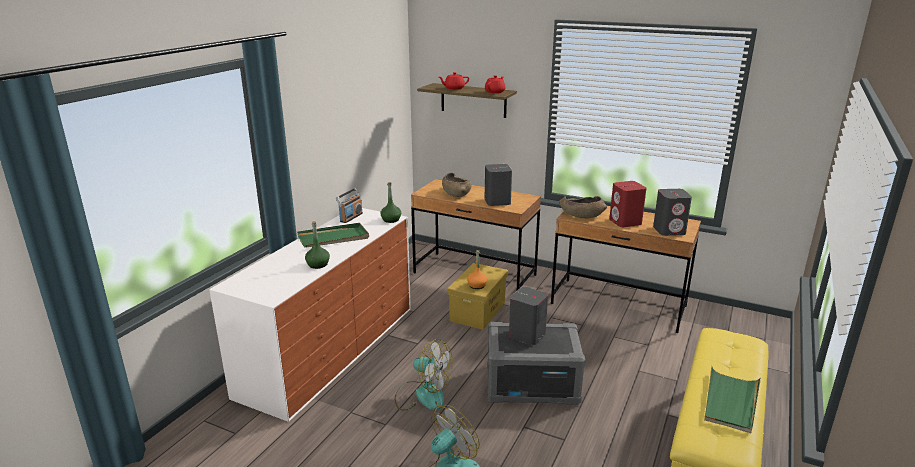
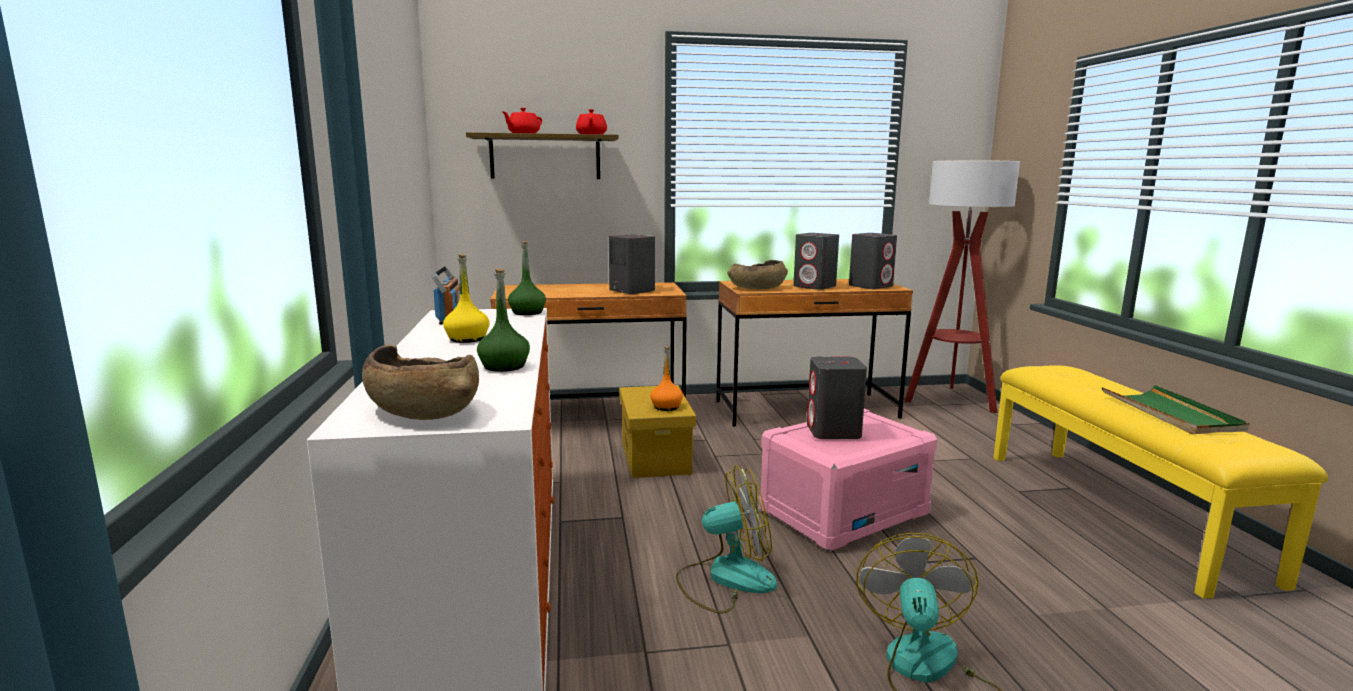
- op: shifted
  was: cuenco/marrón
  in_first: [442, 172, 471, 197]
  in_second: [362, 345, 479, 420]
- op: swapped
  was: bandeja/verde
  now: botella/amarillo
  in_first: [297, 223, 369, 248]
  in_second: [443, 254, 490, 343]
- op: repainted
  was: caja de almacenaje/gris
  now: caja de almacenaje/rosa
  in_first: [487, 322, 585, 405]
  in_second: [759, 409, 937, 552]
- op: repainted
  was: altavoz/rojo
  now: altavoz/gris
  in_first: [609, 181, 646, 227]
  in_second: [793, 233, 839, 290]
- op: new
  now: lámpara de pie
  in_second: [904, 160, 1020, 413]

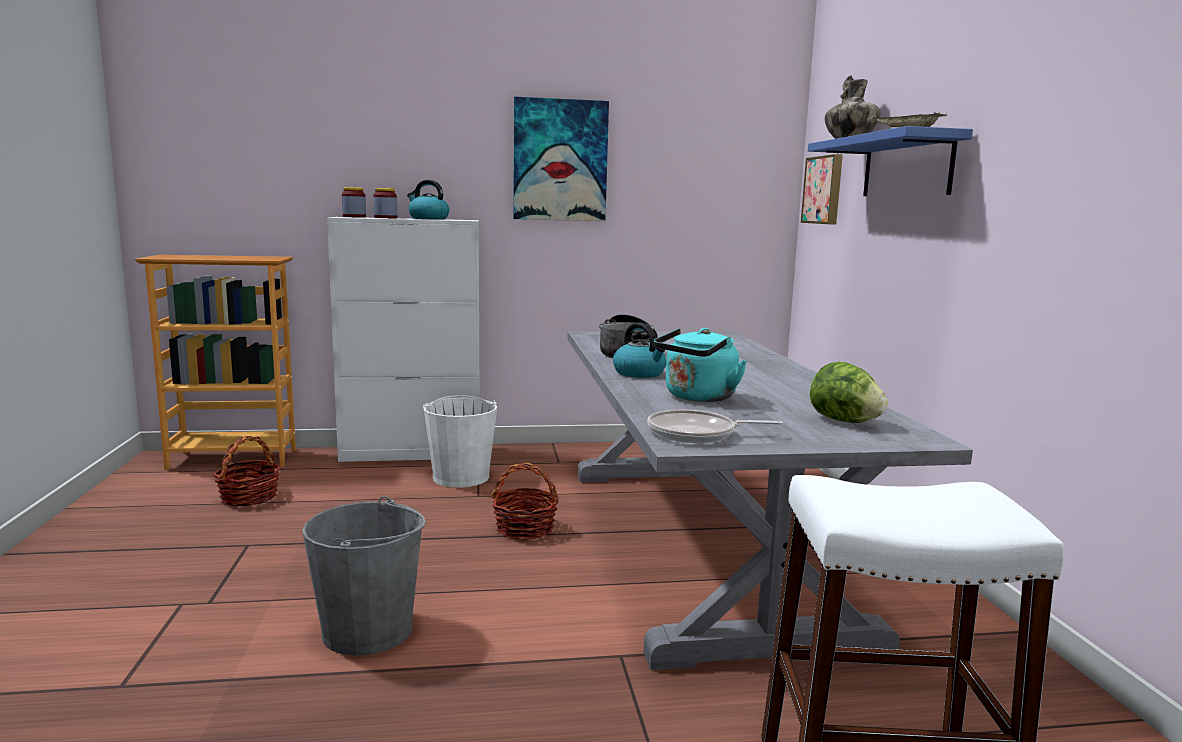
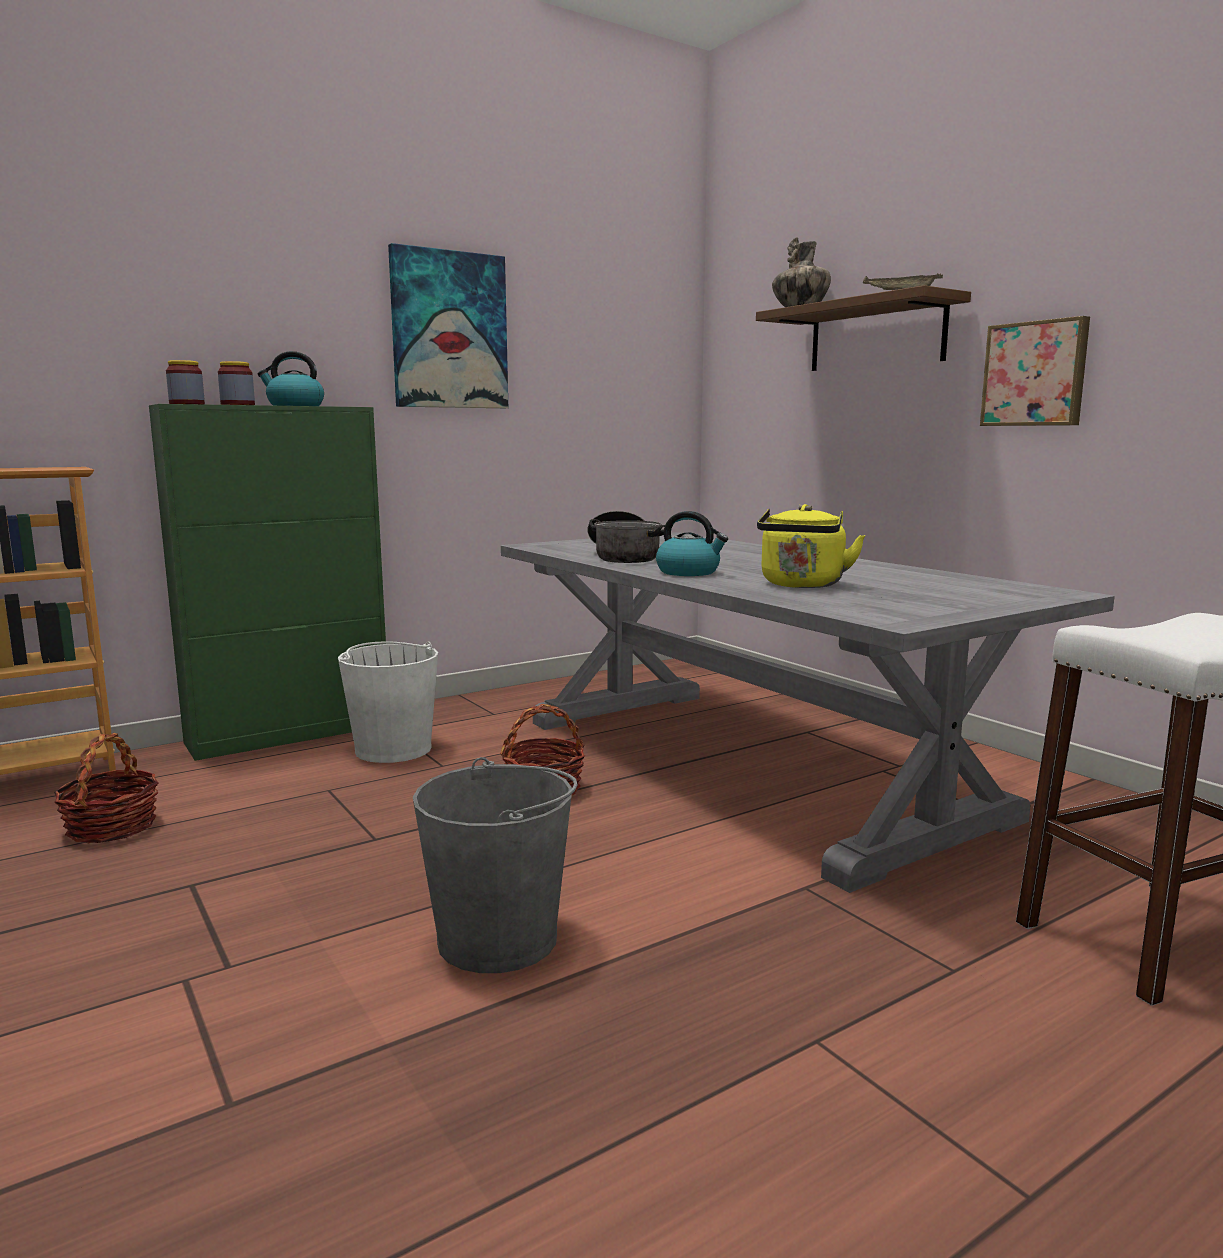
- op: repainted
  was: armario/blanco
  now: armario/verde
  in_first: [327, 217, 480, 462]
  in_second: [149, 404, 386, 761]
- op: repainted
  was: estante/azul
  now: estante/marrón
  in_first: [808, 126, 973, 196]
  in_second: [756, 285, 971, 371]
- op: repainted
  was: hervidor/turquesa
  now: hervidor/amarillo
  in_first: [654, 328, 747, 402]
  in_second: [757, 504, 865, 588]
- op: shifted
  was: cuadro
  in_first: [801, 154, 843, 225]
  in_second: [980, 316, 1090, 426]
- op: gone
  was: sartén
  in_first: [647, 409, 783, 443]
- op: gone
  was: lechuga
  in_first: [810, 362, 888, 423]

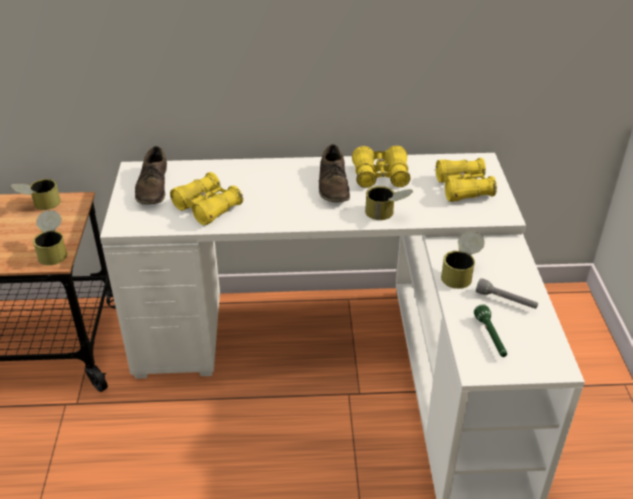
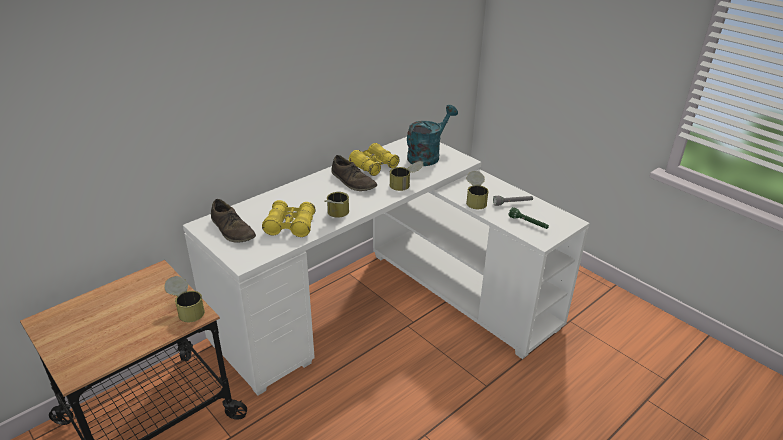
- op: shifted
  was: lata
  in_first: [11, 179, 61, 210]
  in_second: [324, 192, 349, 218]
- op: swapped
  was: prismáticos/amarillo
  now: regadera/turquesa
  in_first: [436, 158, 497, 202]
  in_second: [407, 105, 458, 166]

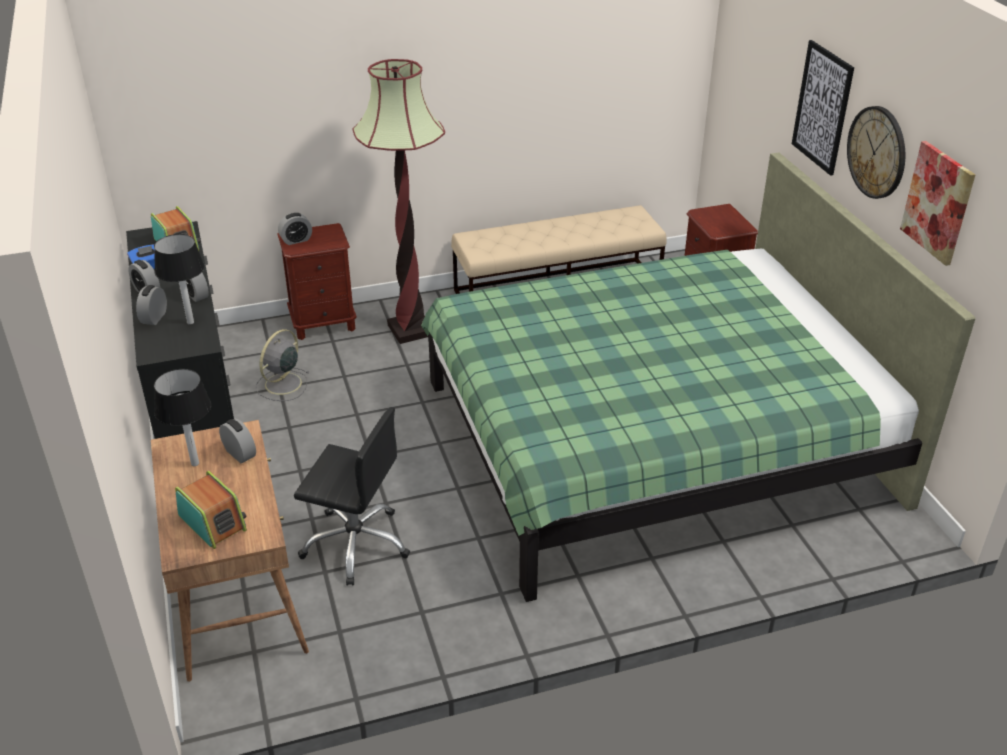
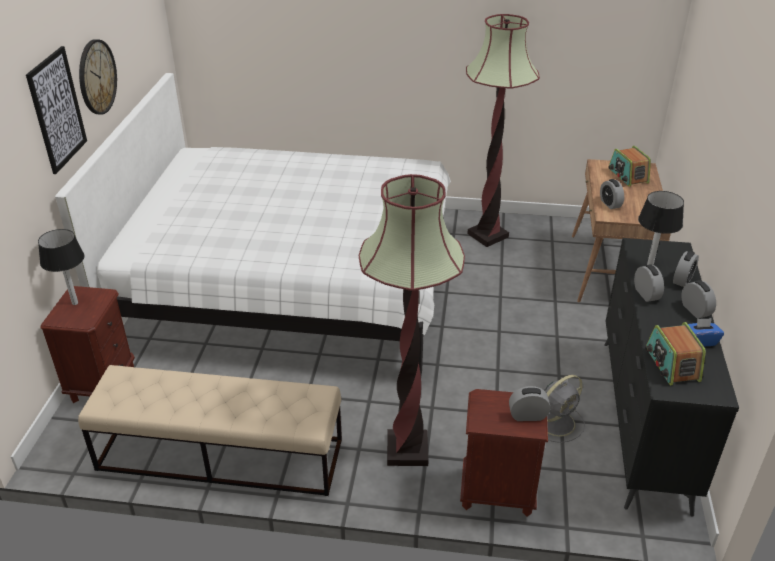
- op: shifted
  was: lámpara de mesa
  in_first: [154, 369, 211, 466]
  in_second: [38, 229, 85, 305]
- op: repainted
  was: cama/verde
  now: cama/blanco
  in_first: [421, 153, 975, 602]
  in_second: [55, 73, 451, 375]
- op: new
  now: lámpara de pie
  in_second: [466, 14, 540, 247]
- op: gone
  was: silla de oficina/negro
  in_first: [294, 407, 410, 586]
- op: gone
  was: cuadro
  in_first: [900, 141, 976, 266]

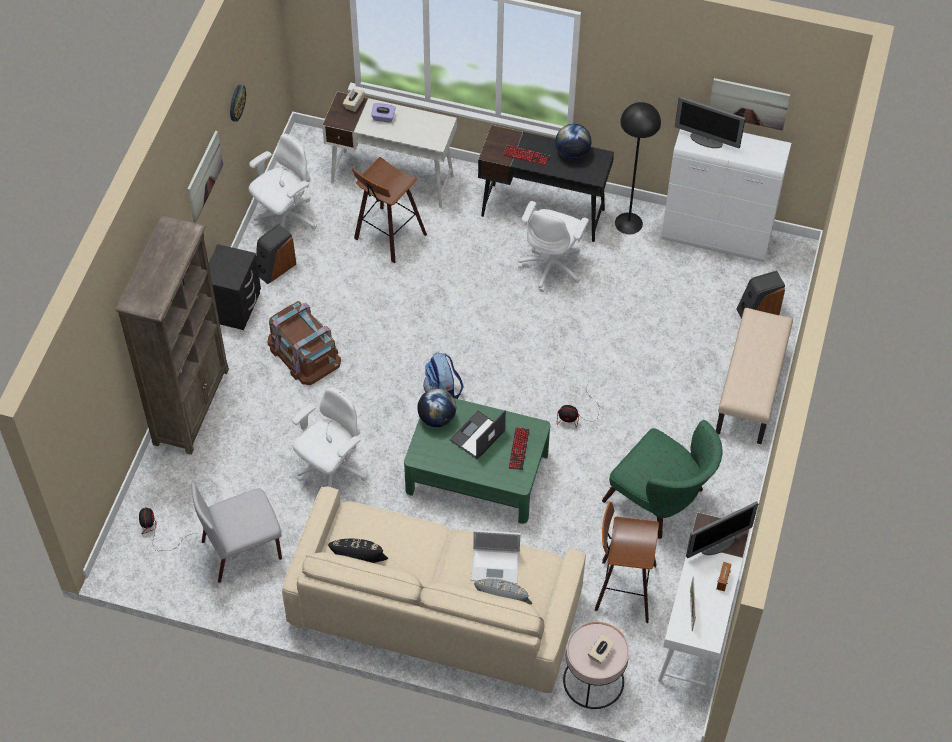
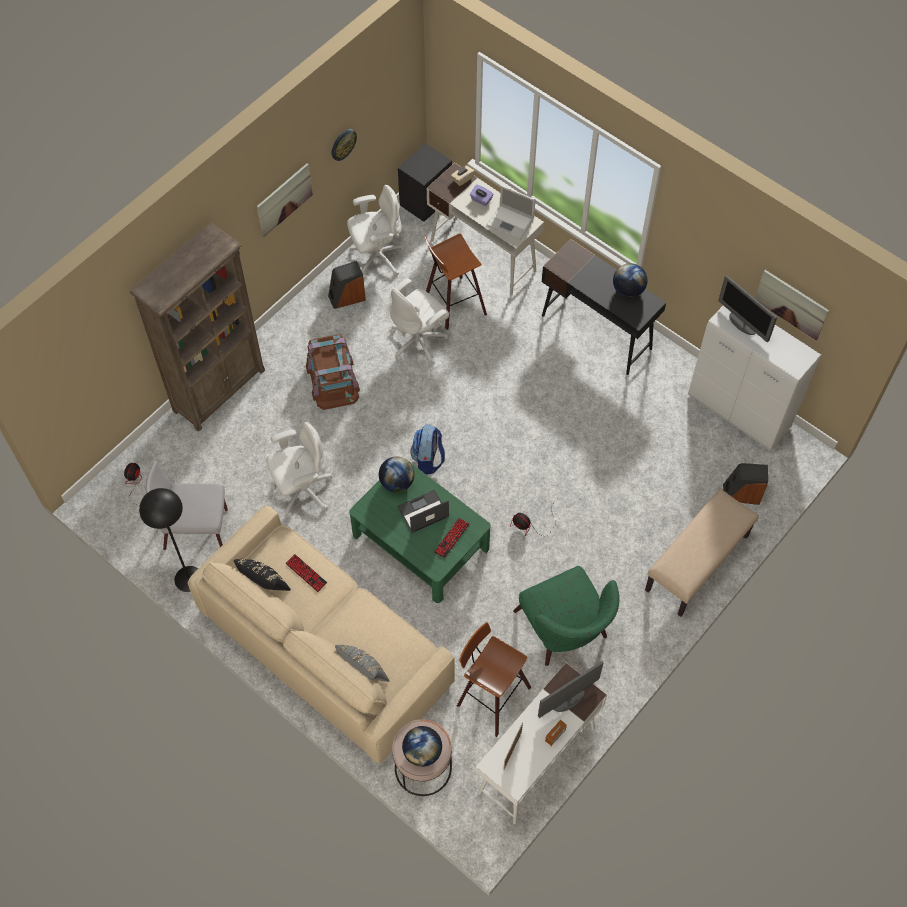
- op: shifted
  was: lámpara de pie/negro
  in_first: [615, 102, 661, 234]
  in_second: [139, 488, 198, 592]
- op: shifted
  was: teclado
  in_first: [503, 145, 550, 166]
  in_second: [285, 554, 327, 592]
- op: shifted
  was: silla de oficina/blanco
  in_first: [518, 201, 589, 292]
  in_second: [390, 278, 449, 364]
- op: shifted
  was: mesita de noche/negro
  in_first: [209, 244, 261, 330]
  in_second: [398, 143, 452, 222]
- op: swapped
  was: caja de pañuelos/beis
  now: globo terráqueo
  in_first: [588, 634, 615, 664]
  in_second: [402, 726, 442, 767]
- op: shifted
  was: portátil
  in_first: [471, 530, 521, 584]
  in_second: [487, 185, 536, 240]
- op: rotated
  was: monitor
  in_first: [686, 501, 759, 558]
  in_second: [538, 661, 604, 718]
  clockwise: 150

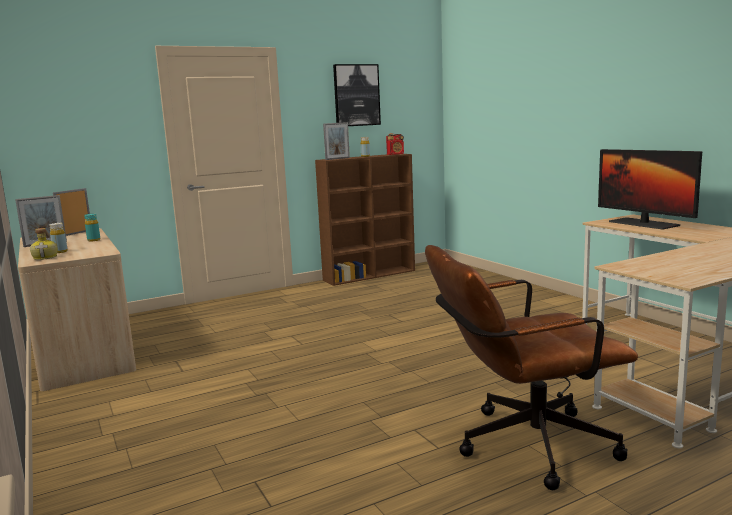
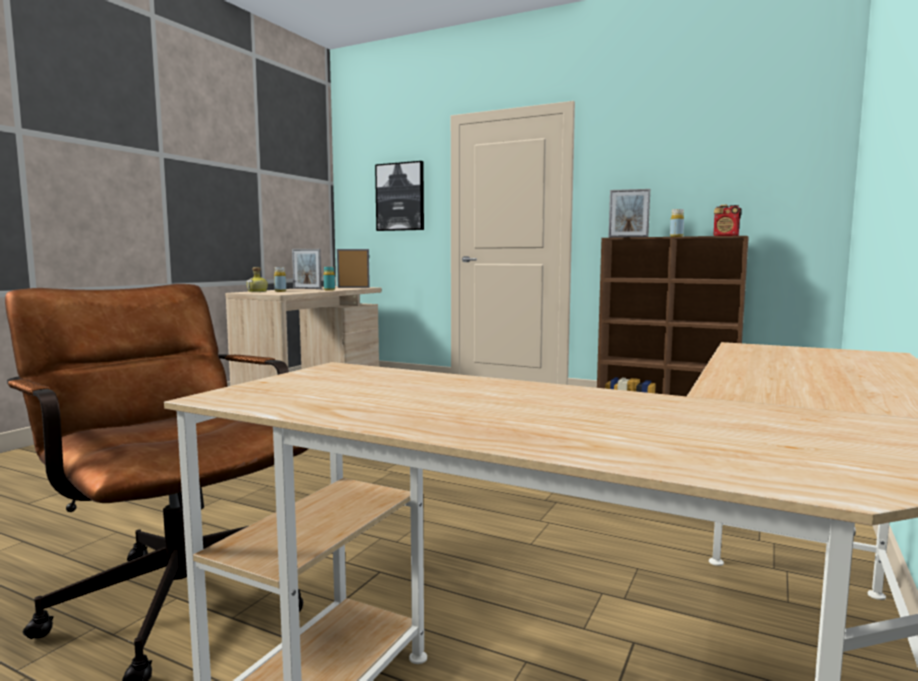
- op: shifted
  was: cuadro
  in_first: [333, 64, 381, 126]
  in_second: [375, 161, 424, 231]
- op: gone
  was: monitor
  in_first: [598, 149, 702, 230]

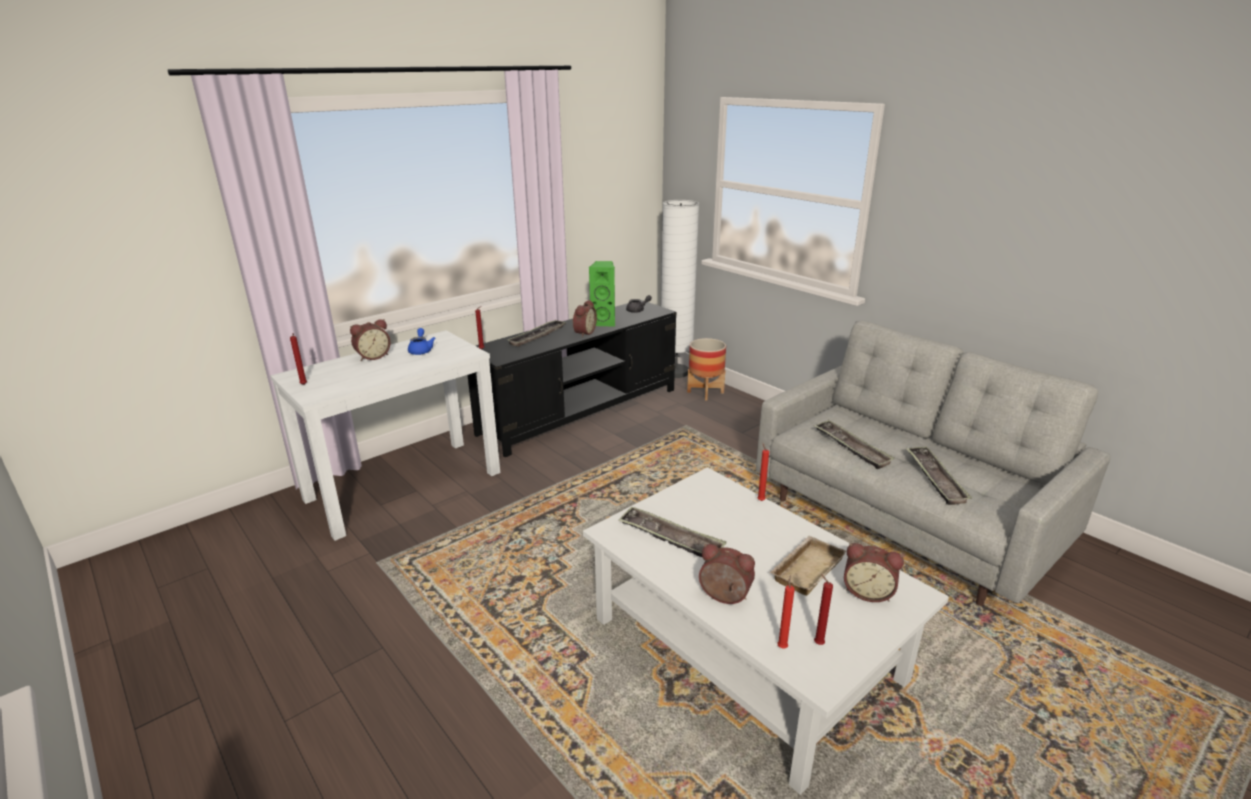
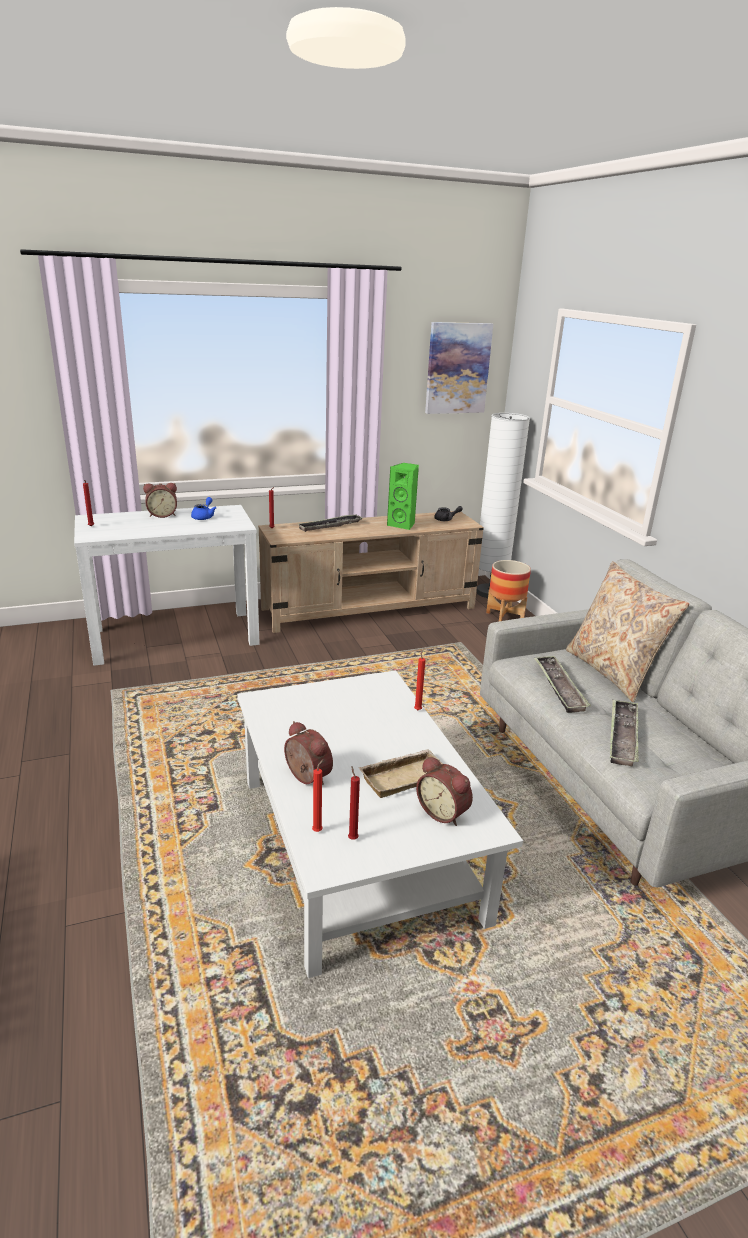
- op: repainted
  was: mueble de televisión/negro
  now: mueble de televisión/beis
  in_first: [468, 300, 676, 457]
  in_second: [258, 511, 484, 633]
- op: new
  now: cuadro
  in_second: [425, 322, 493, 414]
- op: new
  now: cojín/beis
  in_second: [566, 561, 690, 702]
- op: gone
  was: despertador
  in_first: [573, 300, 597, 337]
- op: gone
  was: bandeja
  in_first: [618, 507, 727, 557]

